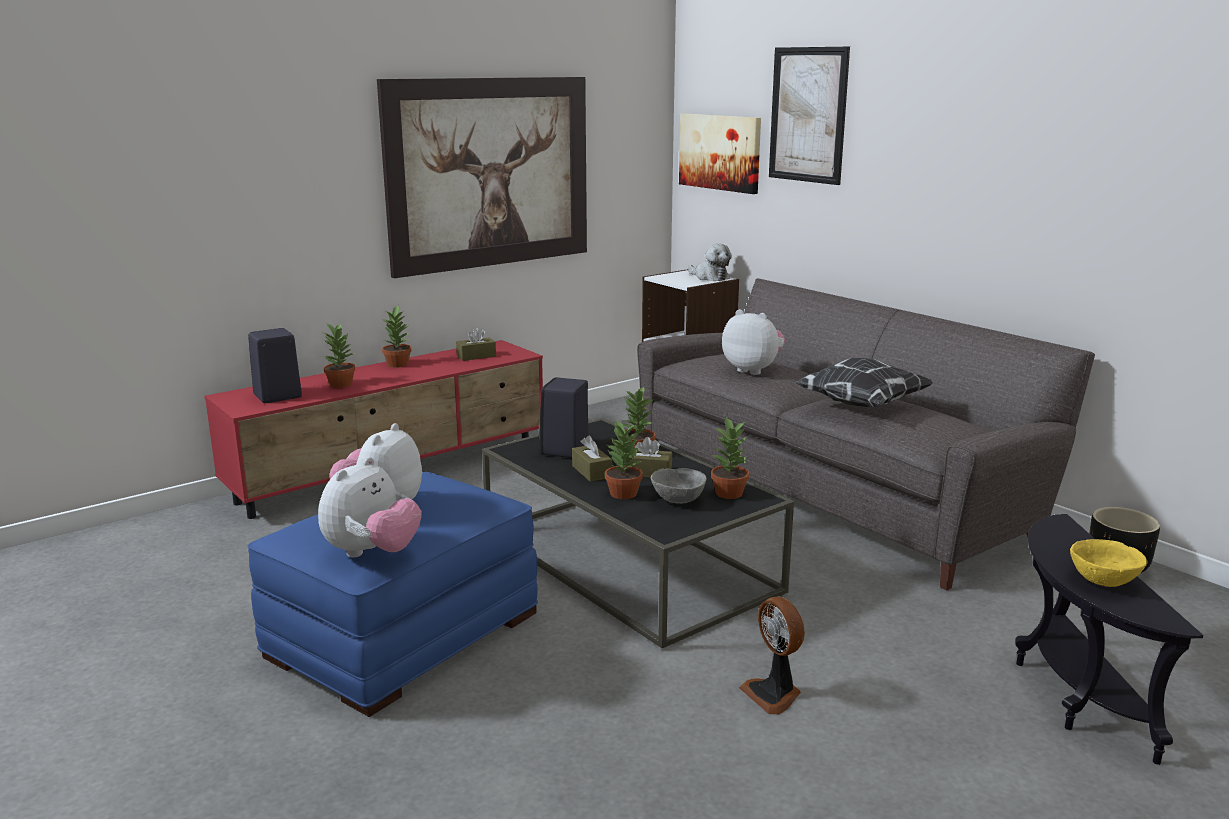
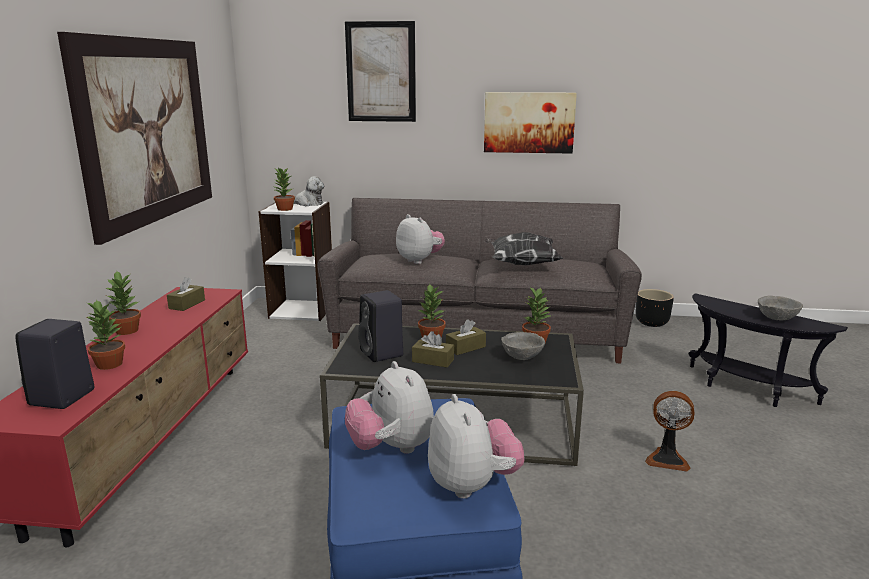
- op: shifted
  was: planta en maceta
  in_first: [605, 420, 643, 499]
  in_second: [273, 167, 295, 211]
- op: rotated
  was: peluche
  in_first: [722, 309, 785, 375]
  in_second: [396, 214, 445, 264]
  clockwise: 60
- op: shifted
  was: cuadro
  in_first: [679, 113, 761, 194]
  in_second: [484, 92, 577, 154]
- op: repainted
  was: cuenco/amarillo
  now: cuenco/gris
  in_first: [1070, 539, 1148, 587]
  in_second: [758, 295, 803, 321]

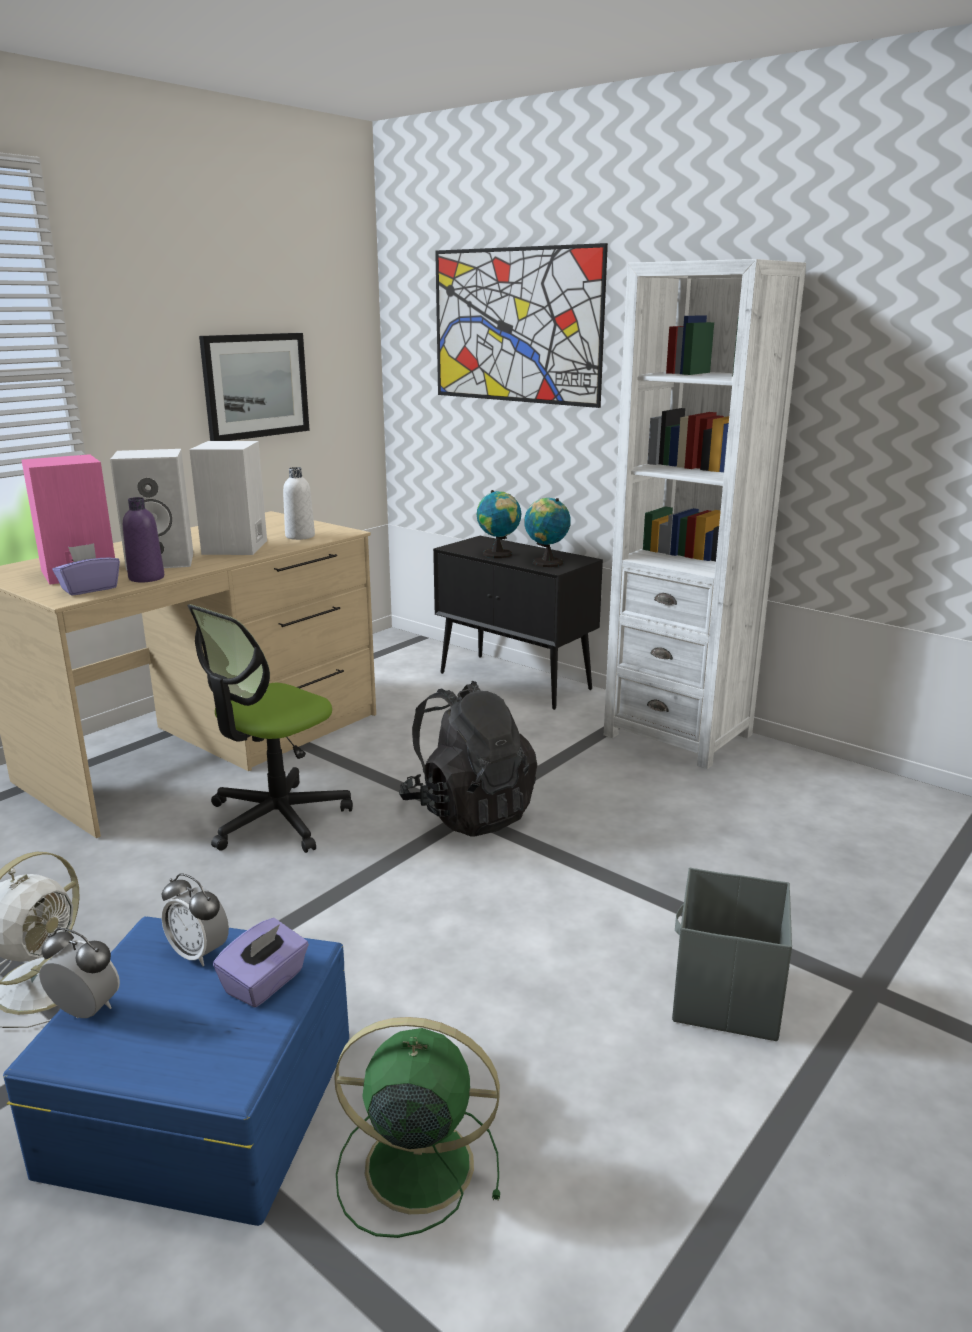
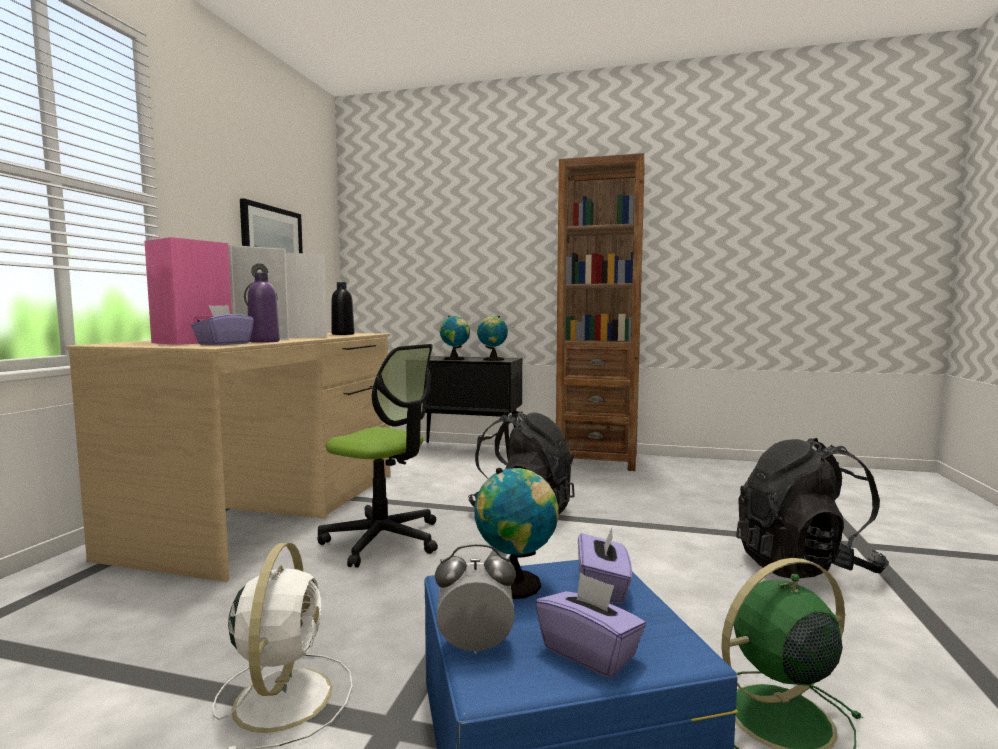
- op: rotated
  was: silla de oficina
  in_first: [187, 604, 353, 853]
  in_second: [317, 344, 438, 568]
  clockwise: -75
- op: repainted
  was: botella/blanco
  now: botella/negro
  in_first: [283, 467, 315, 540]
  in_second: [331, 282, 355, 335]
- op: swapped
  was: despertador
  now: globo terráqueo
  in_first: [161, 873, 229, 966]
  in_second: [474, 468, 559, 599]
- op: new
  now: caja de pañuelos/morado
  in_second: [535, 572, 646, 678]
- op: repainted
  was: estantería/blanco
  now: estantería/marrón
  in_first: [604, 259, 806, 769]
  in_second: [556, 153, 644, 471]
- op: swapped
  was: caja de almacenaje/gris
  now: mochila/negro
  in_first: [672, 868, 792, 1041]
  in_second: [736, 438, 889, 578]
- op: gone
  was: cuadro
  in_first: [435, 243, 608, 408]

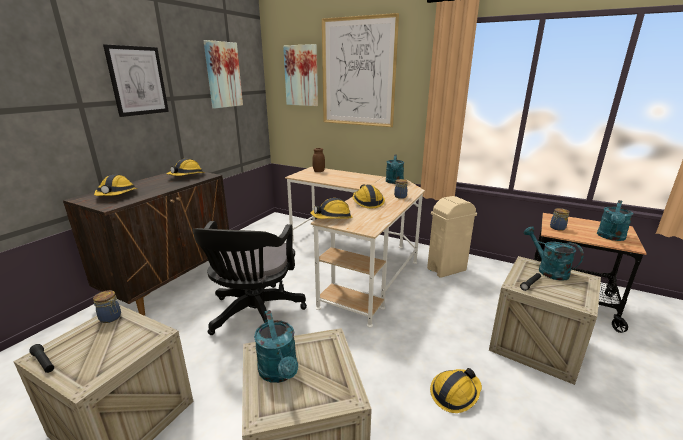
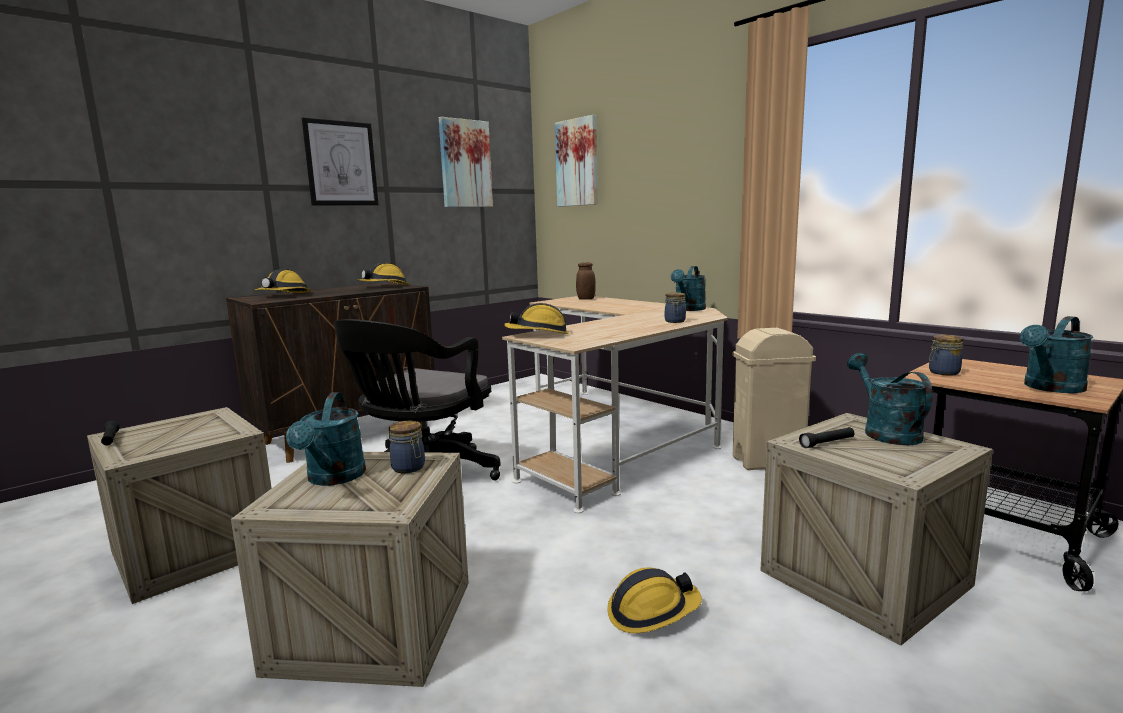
- op: shifted
  was: tarro
  in_first: [93, 290, 121, 323]
  in_second: [389, 421, 425, 473]
- op: gone
  was: cuadro
  in_first: [322, 13, 399, 127]
- op: gone
  was: casco
  in_first: [352, 184, 385, 209]

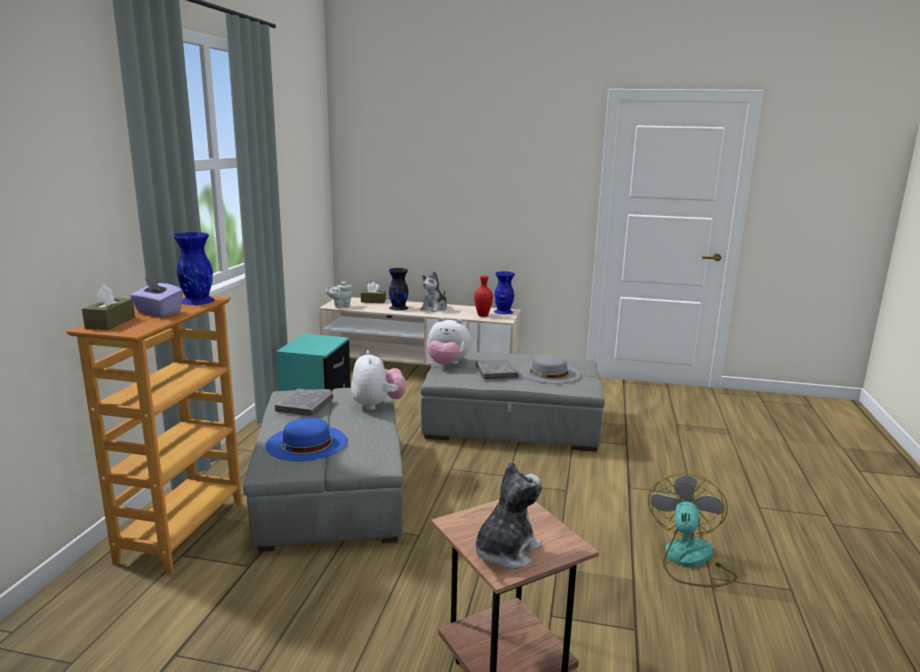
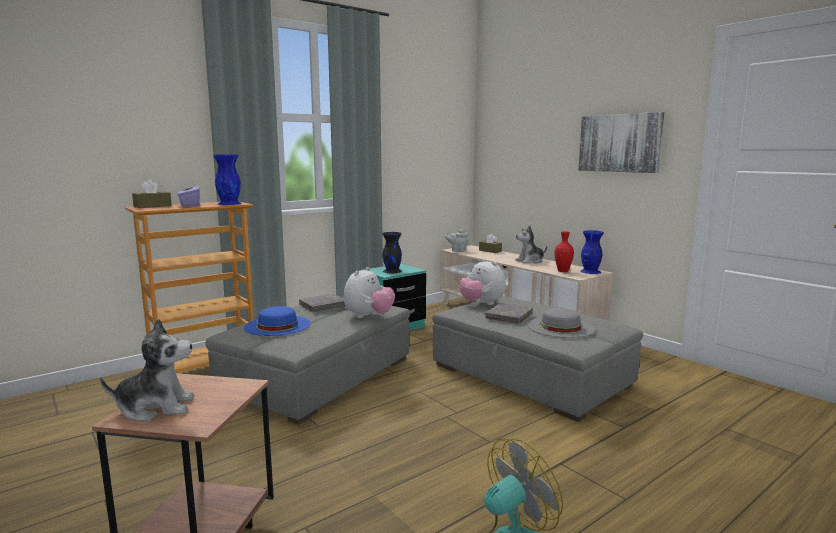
- op: shifted
  was: florero/negro
  in_first: [389, 268, 408, 311]
  in_second: [382, 232, 402, 273]
- op: new
  now: cuadro
  in_second: [578, 112, 664, 173]

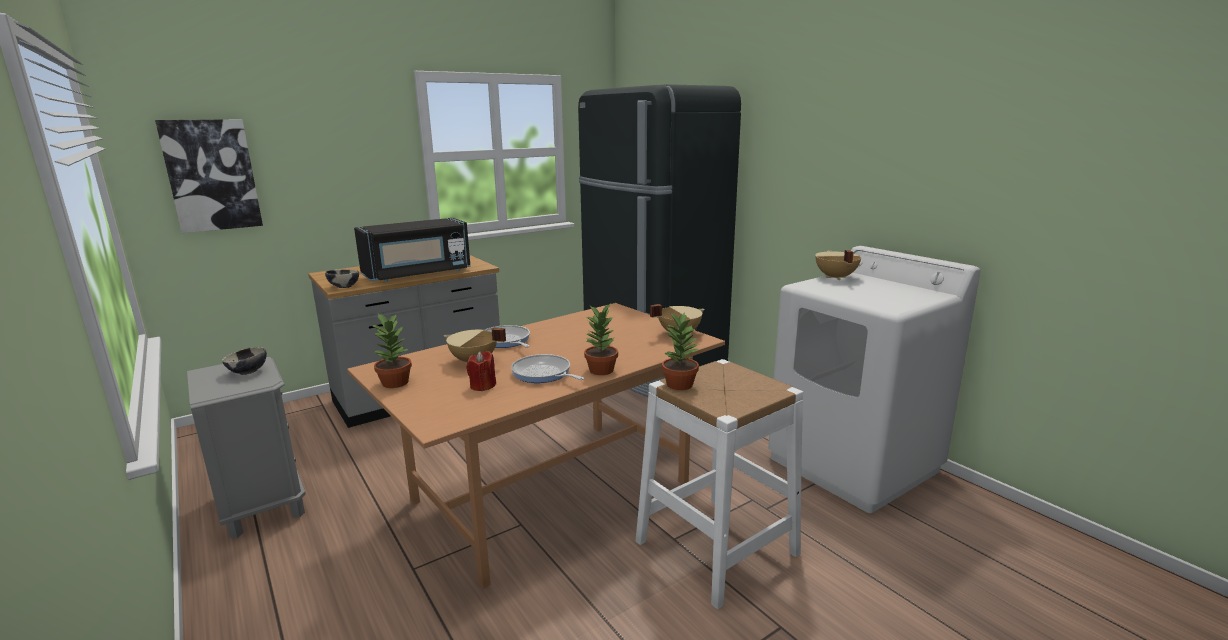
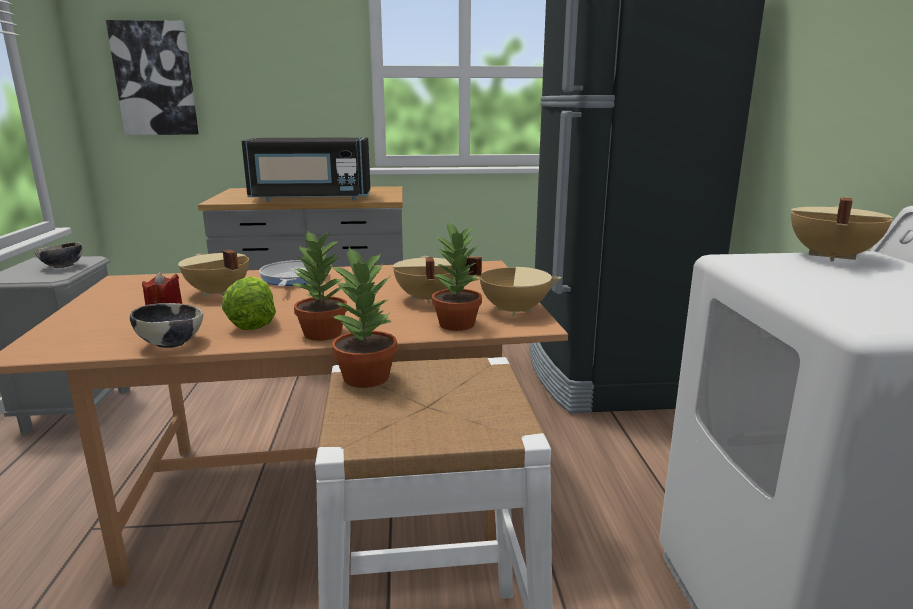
- op: shifted
  was: cuenco
  in_first: [325, 269, 359, 288]
  in_second: [130, 303, 203, 348]
- op: swapped
  was: sartén
  now: lechuga
  in_first: [511, 354, 584, 383]
  in_second: [222, 276, 276, 330]
- op: new
  now: olla/beis
  in_second: [393, 256, 454, 304]
- op: shifted
  was: planta en maceta
  in_first: [371, 313, 412, 388]
  in_second: [432, 222, 482, 331]

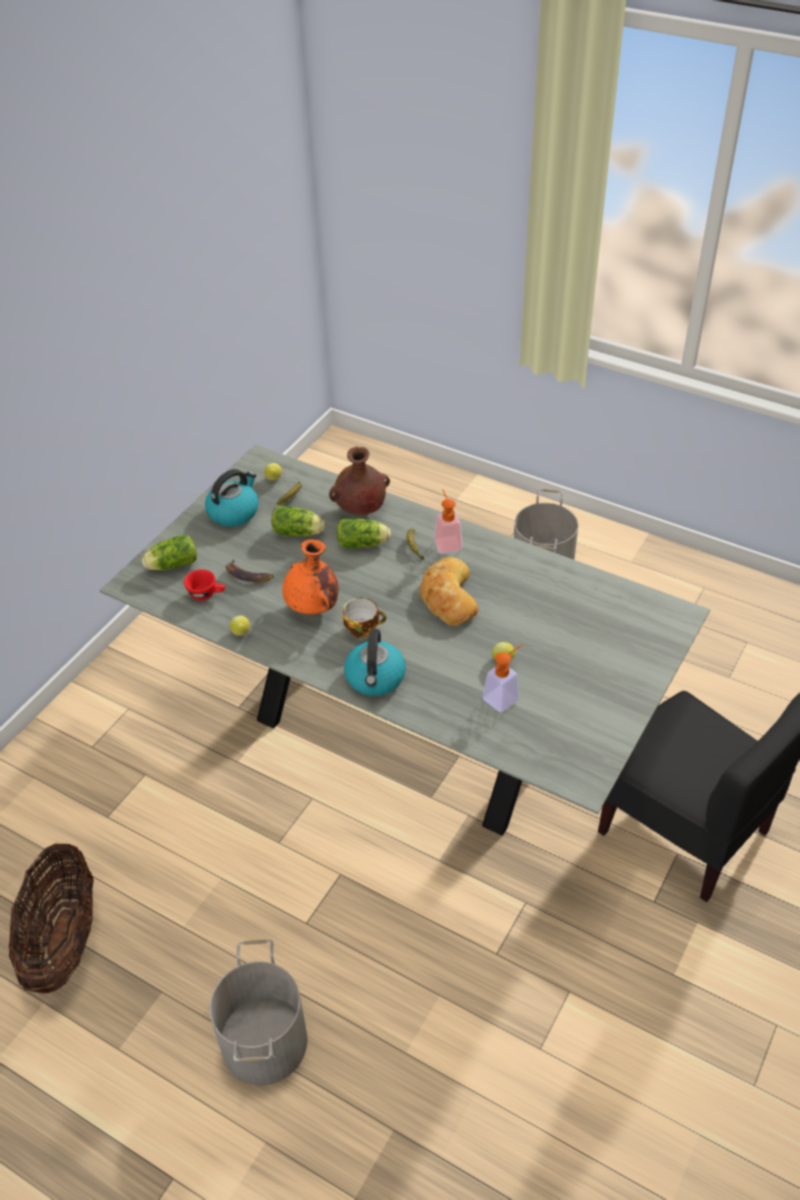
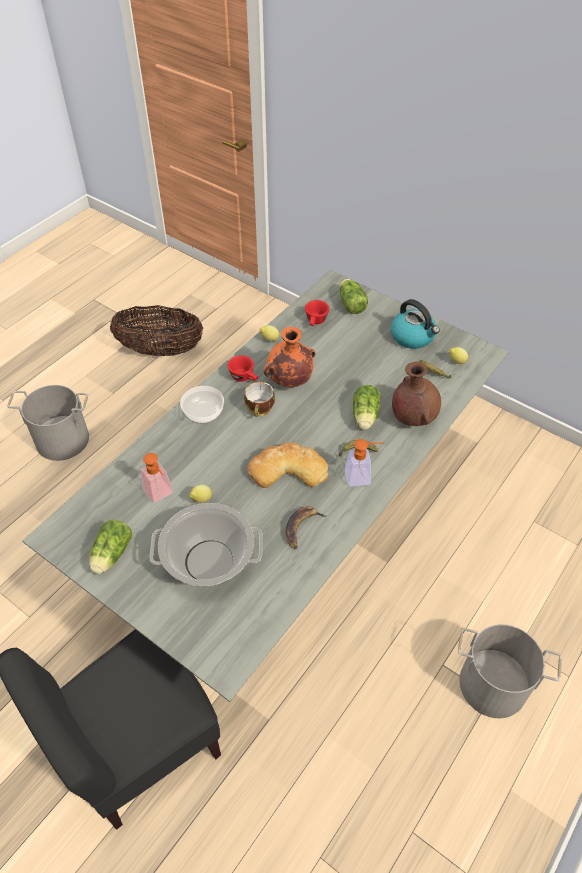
- op: shifted
  was: lechuga
  in_first: [272, 505, 325, 537]
  in_second: [89, 520, 132, 574]
- op: new
  now: olla
  in_second: [150, 503, 262, 586]
- op: swapped
  was: hervidor
  now: cuenco
  in_first: [344, 629, 406, 696]
  in_second: [180, 386, 224, 424]
- op: new
  now: taza/rojo
  in_second: [228, 356, 258, 382]
- op: shifted
  was: plátano
  in_first: [226, 559, 274, 582]
  in_second: [286, 506, 326, 549]

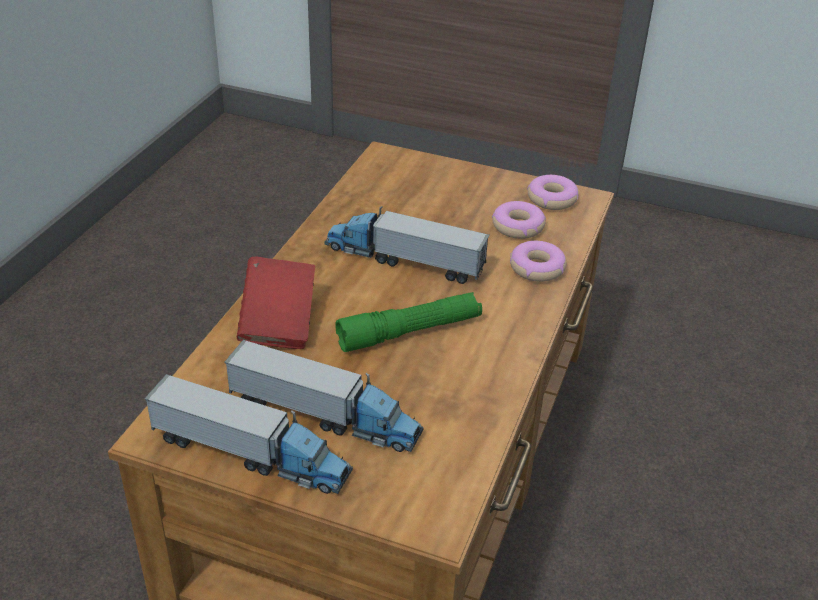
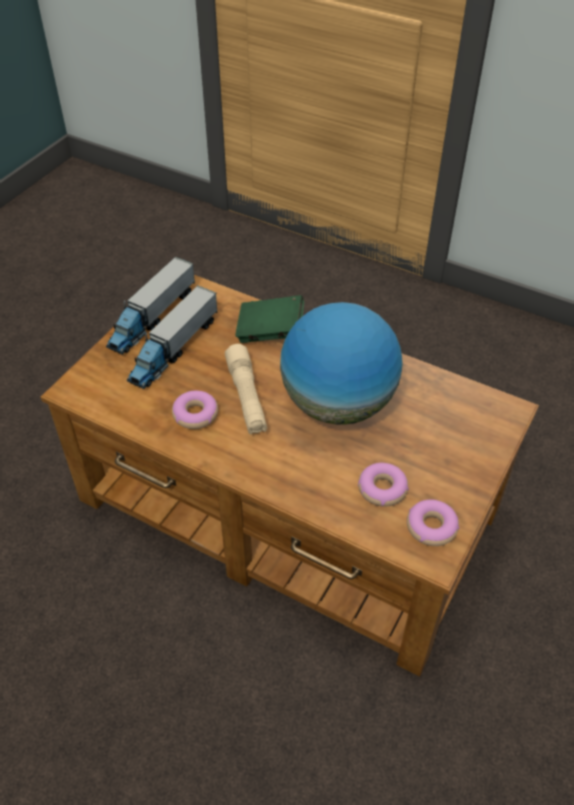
- op: shifted
  was: rosquilla
  in_first: [510, 241, 566, 282]
  in_second: [172, 390, 218, 429]
- op: repainted
  was: linterna/verde
  now: linterna/beis
  in_first: [335, 292, 482, 352]
  in_second: [225, 344, 267, 435]
- op: repainted
  was: libro/rojo
  now: libro/verde
  in_first: [237, 257, 315, 349]
  in_second: [235, 295, 304, 343]
- op: swapped
  was: camión de juguete
  now: globo terráqueo
  in_first: [324, 206, 489, 284]
  in_second: [280, 302, 403, 425]

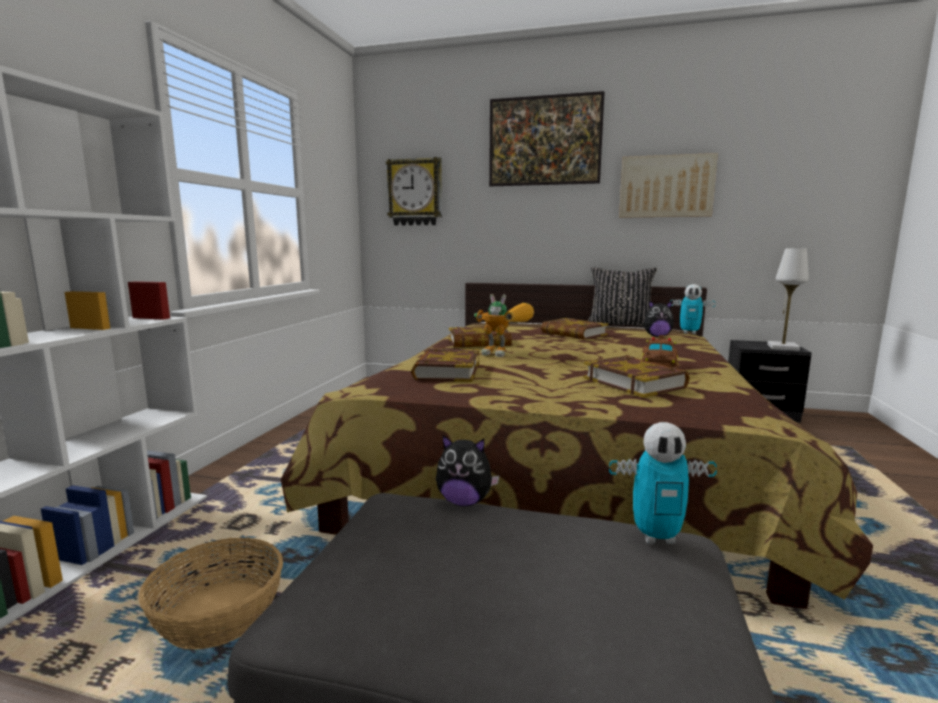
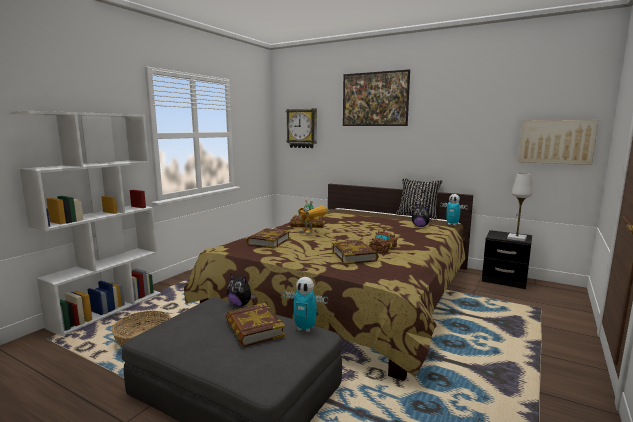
- op: shifted
  was: libro
  in_first: [541, 318, 609, 340]
  in_second: [226, 303, 285, 347]
- op: shifted
  was: cuadro
  in_first: [619, 153, 718, 218]
  in_second: [518, 120, 598, 165]

